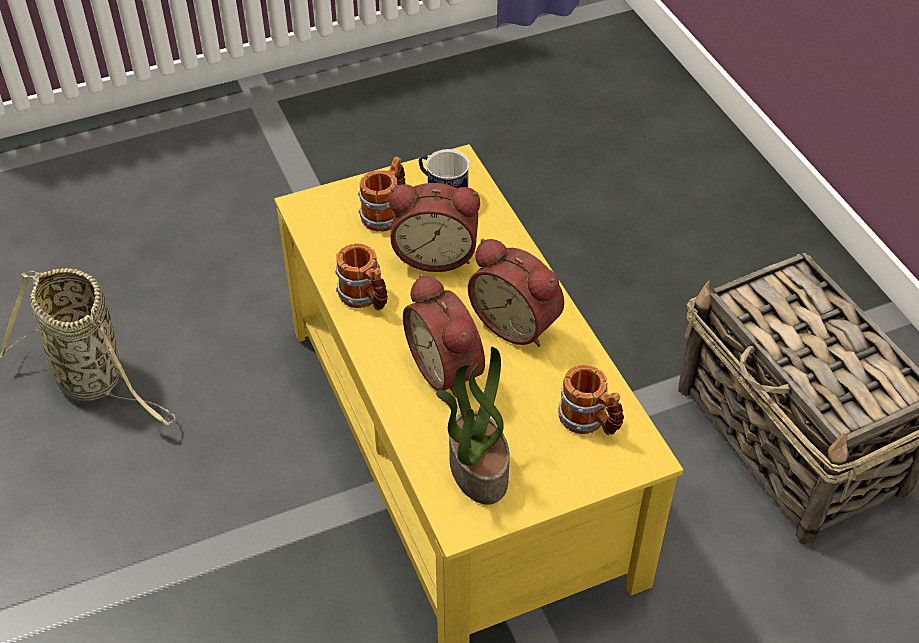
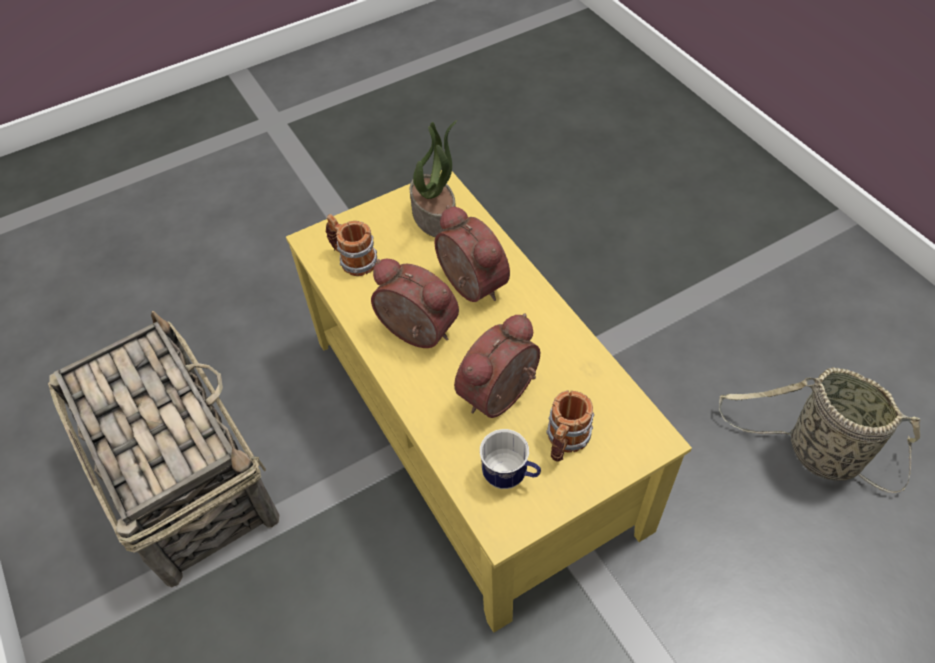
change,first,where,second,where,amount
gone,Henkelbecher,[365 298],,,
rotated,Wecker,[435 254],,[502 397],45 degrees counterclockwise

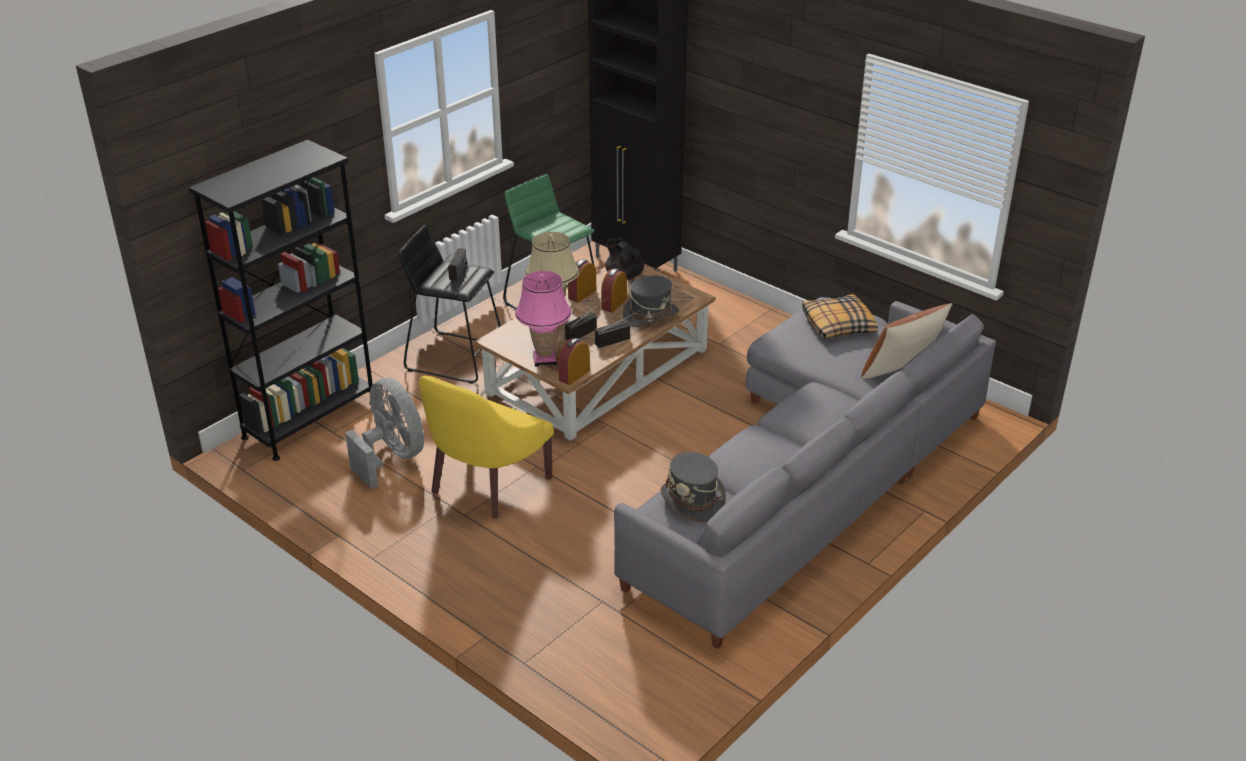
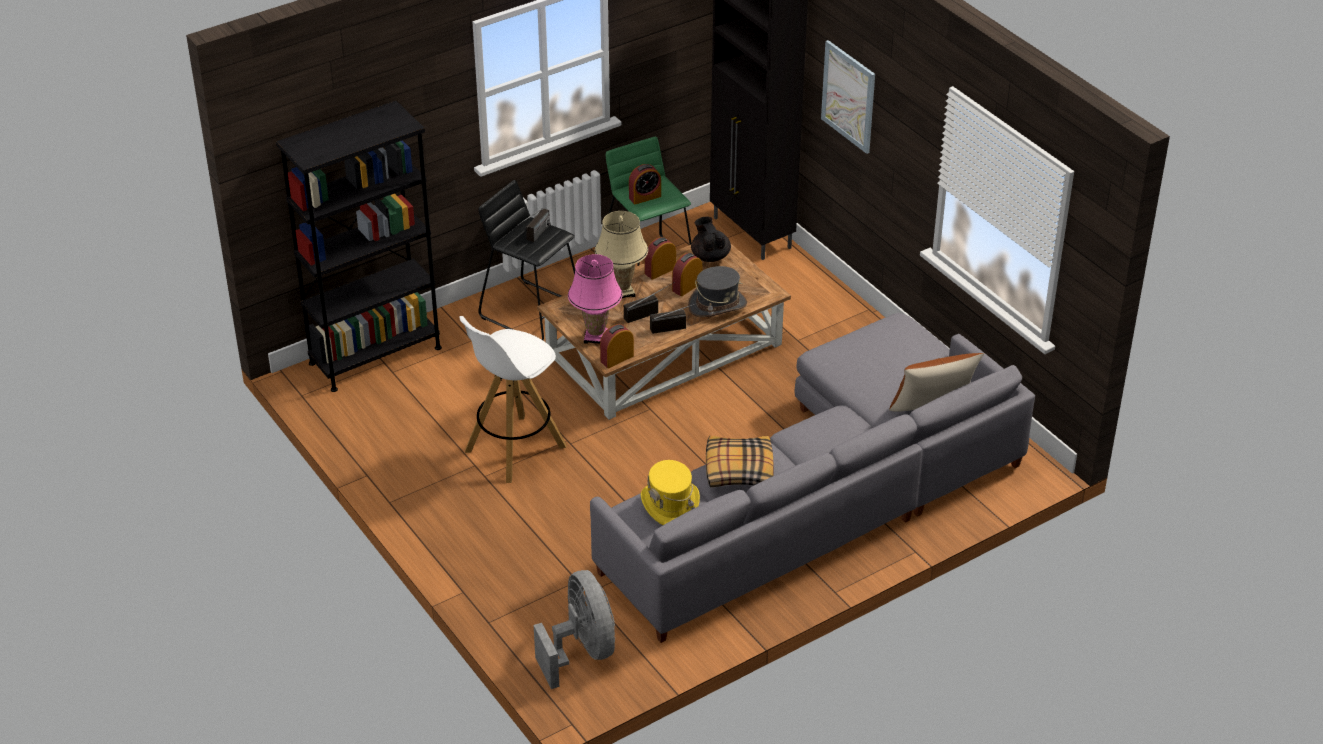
change,first,where,second,where,amount
shifted,Ventilator (grau),[392 457],,[582 651],
swapped,Sessel (gelb),[485 484],Hocker (weiß),[514 449],
repainted,Hut (grau),[693 500],Hut (gelb),[670 505],
shifted,Kissen,[837 325],,[738 469],
new,,,Wecker,[645 197],
new,,,Bild,[848 96],

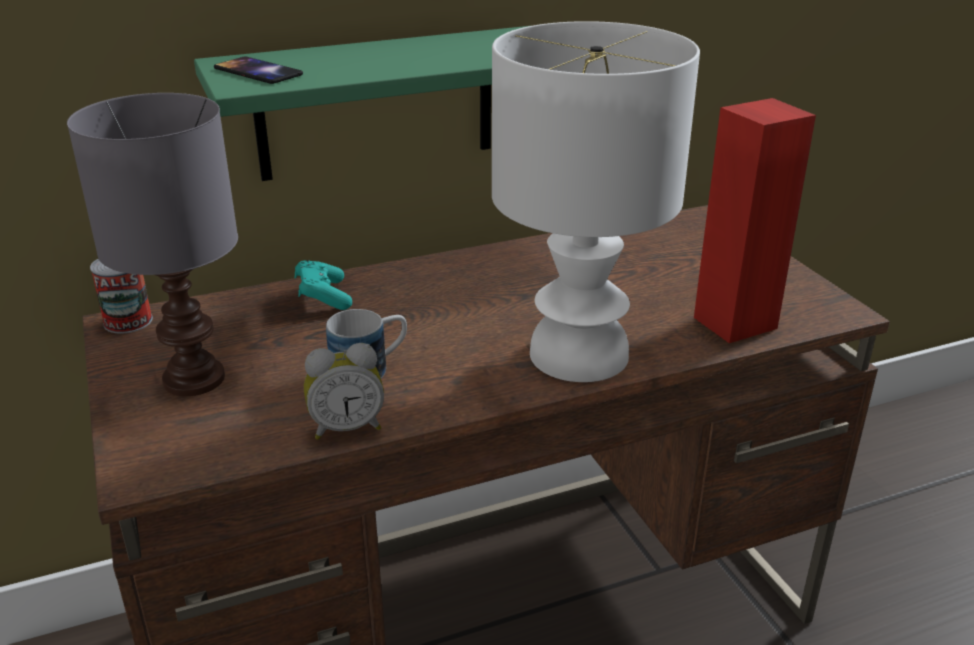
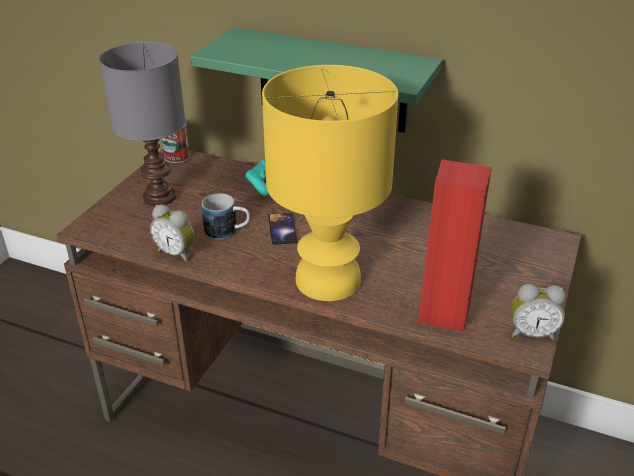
change,first,where,second,where,amount
shifted,Handy,[258 71],,[282 229],
repainted,Tischlampe (weiß),[576 354],Tischlampe (gelb),[327 279],
new,,,Wecker,[531 333],

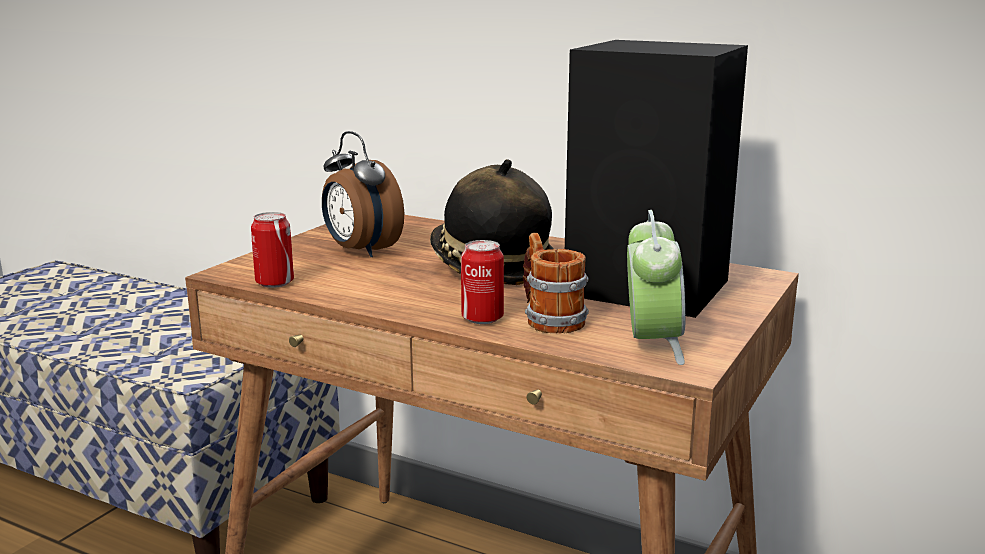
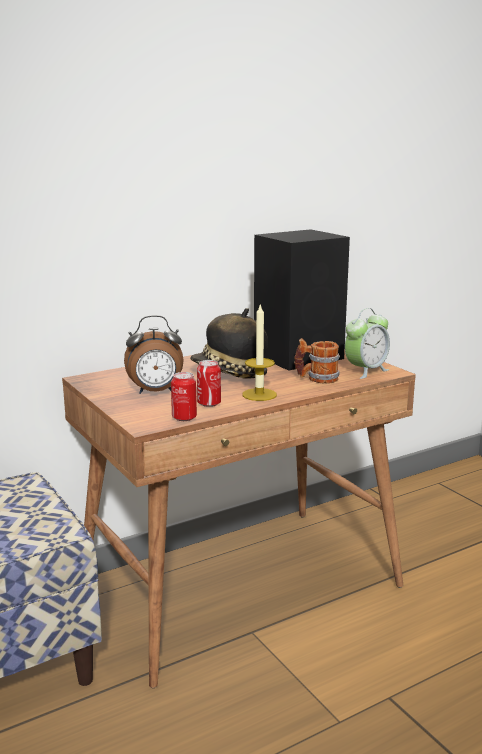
change,first,where,second,where,amount
shifted,Dose,[482 318],,[209 403],
rotated,Wecker,[652 345],,[366 371],105 degrees clockwise
new,,,Kerze,[259 394],

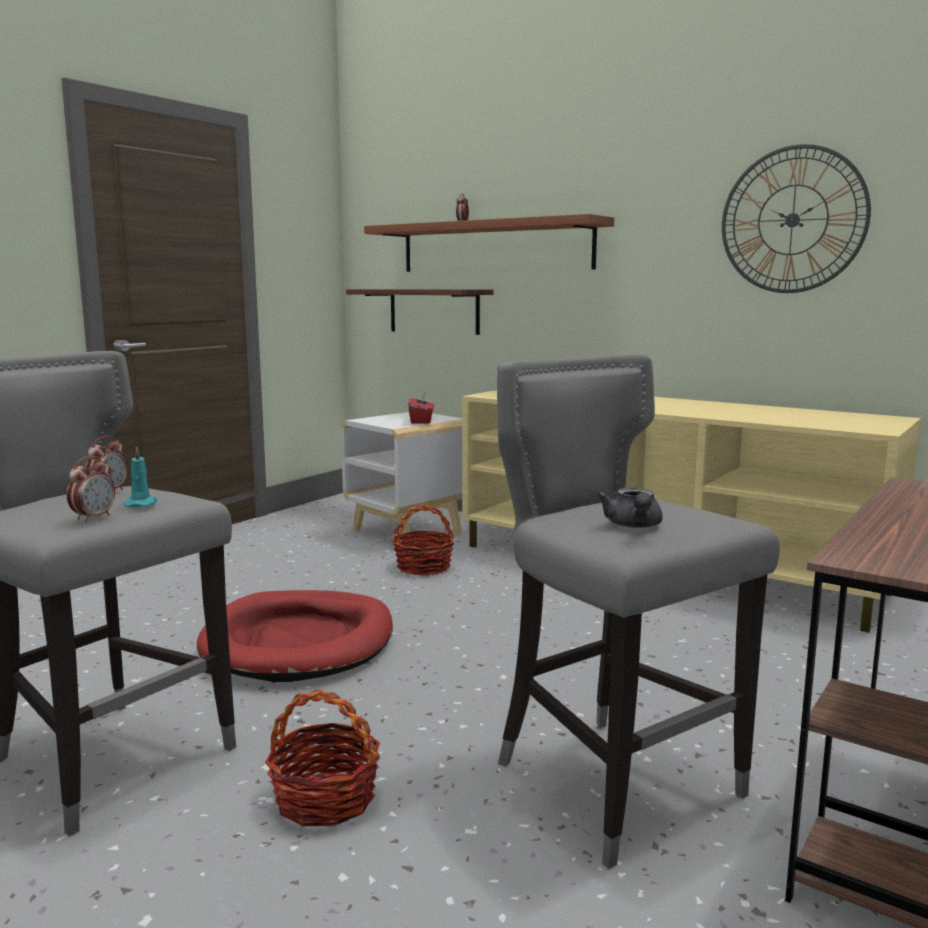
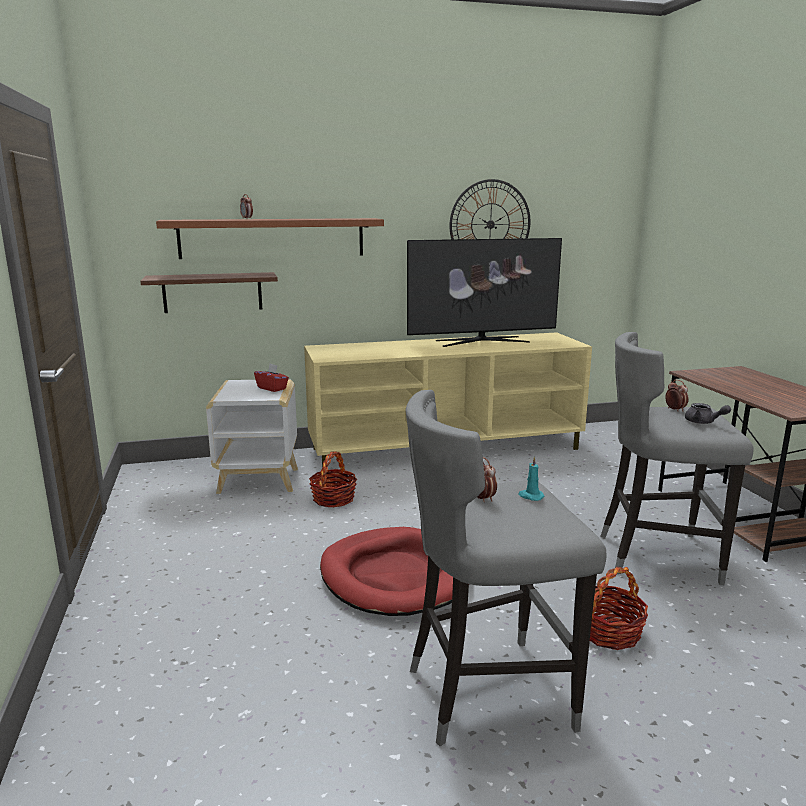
change,first,where,second,where,amount
shifted,Wecker,[94 518],,[675 410],
new,,,Fernseher,[481 341],

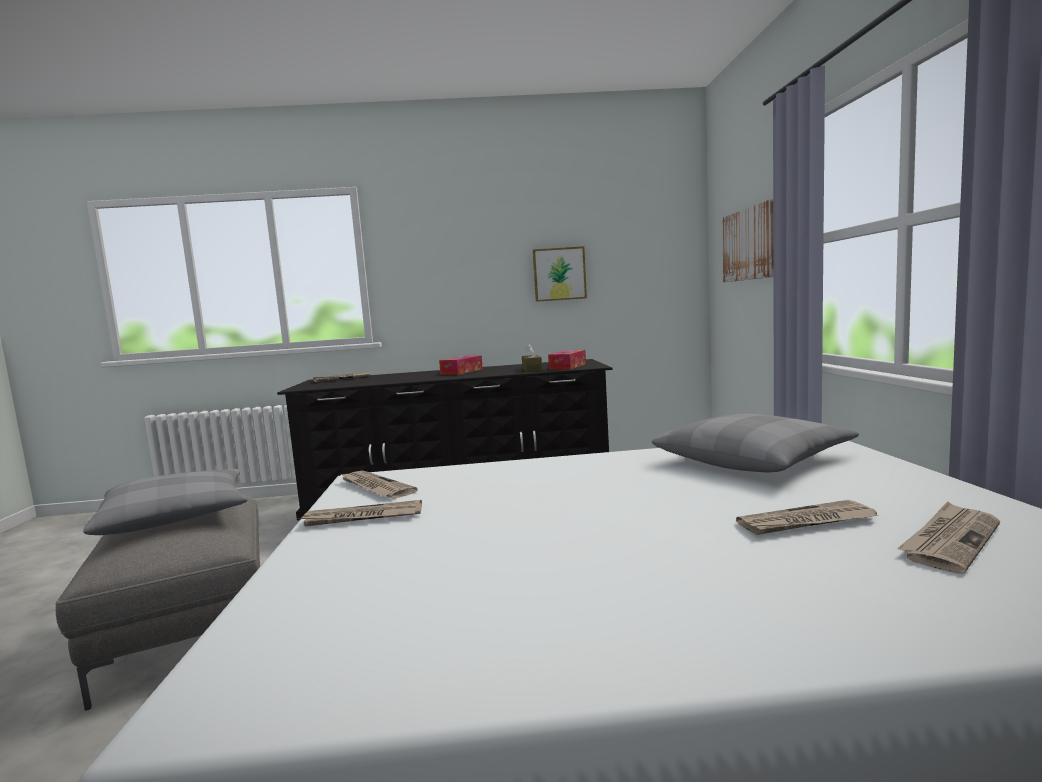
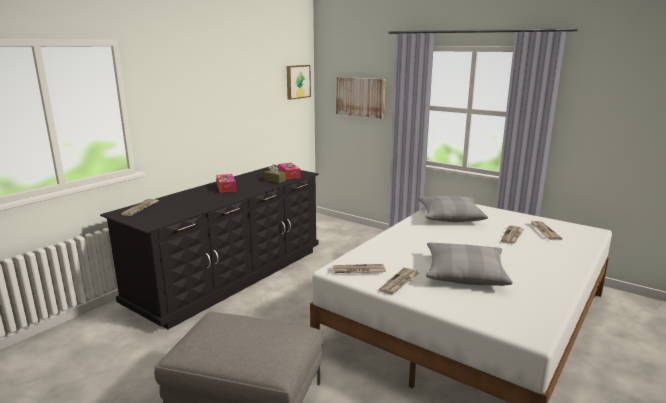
change,first,where,second,where,amount
shifted,Kissen (grau),[176 516],,[465 272],
shifted,Bild,[559 274],,[297 81],

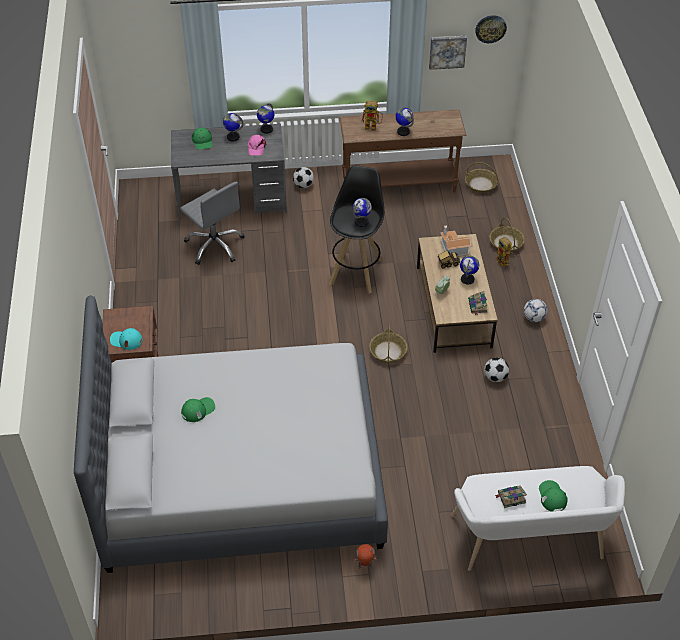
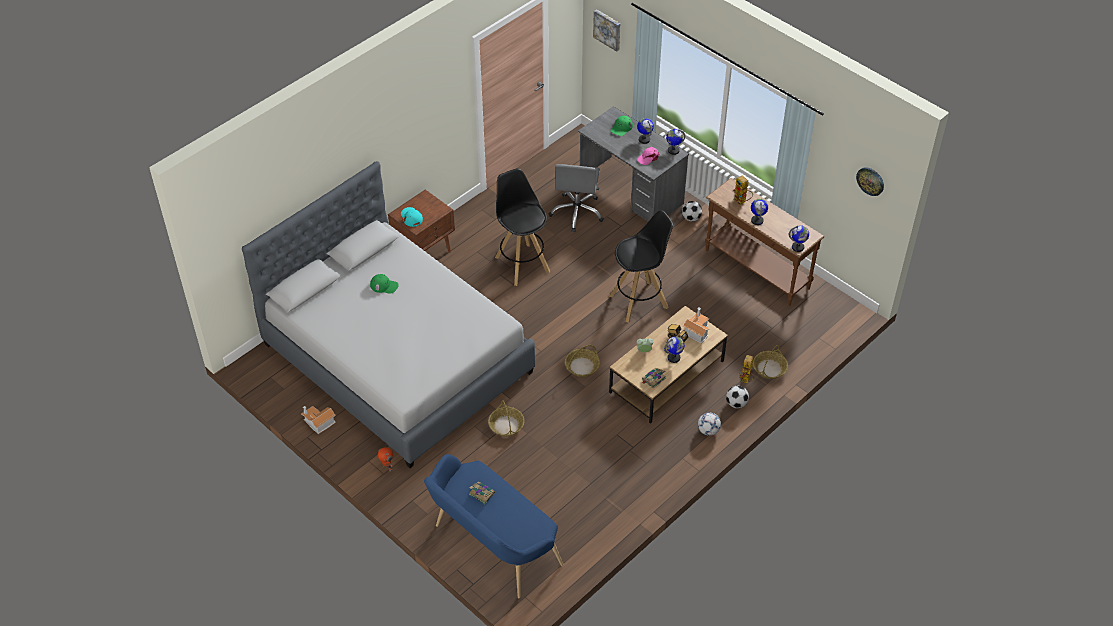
change,first,where,second,where,amount
shifted,Globus,[361 222],,[798 247],
shifted,Bild,[447 51],,[608 29],
repainted,Bank (weiß),[530 542],Bank (blau),[492 547],
shifted,Korb,[480 184],,[506 425],
shifted,Fußball,[495 377],,[736 403],
gone,Kappe (grün),[552 497],,,
new,,,Spielzeughaus,[318 422],
new,,,Hocker (schwarz),[522 263],

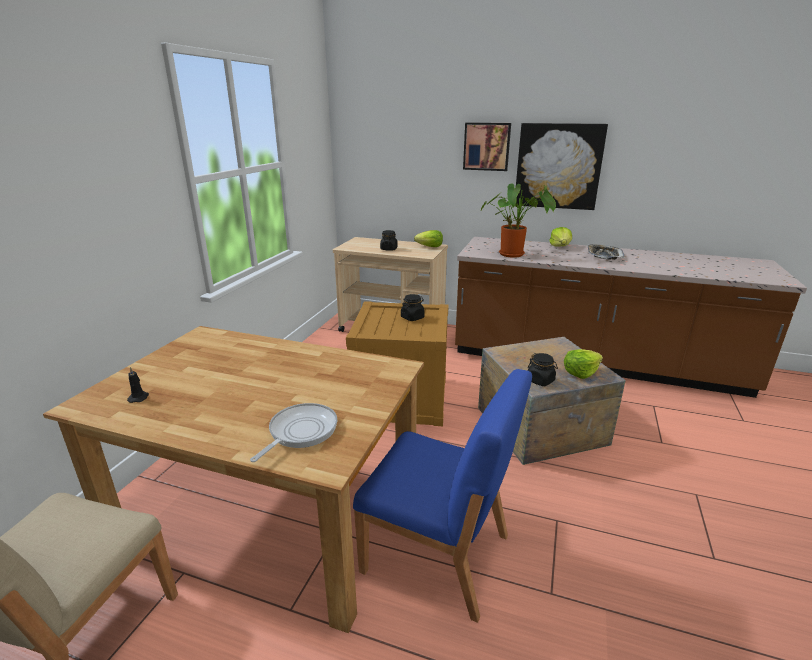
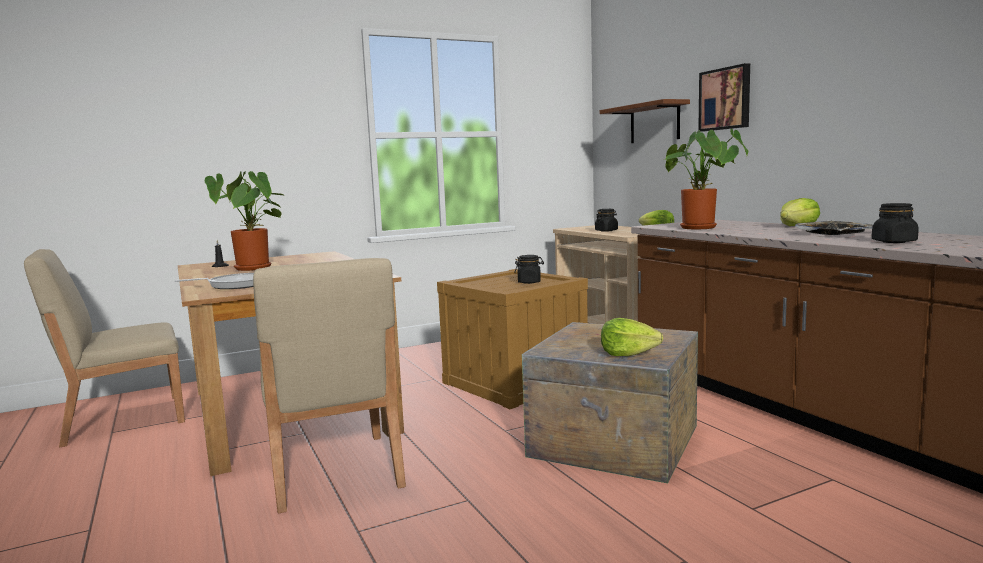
change,first,where,second,where,amount
repainted,Stuhl (blau),[438 554],Stuhl (beige),[334 471],
gone,Bild,[558 166],,,
shifted,Vorratsglas (schwarz),[540 381],,[894 242],
new,,,Topfpflanze,[255 268],
new,,,Wandregal (braun),[654 123],

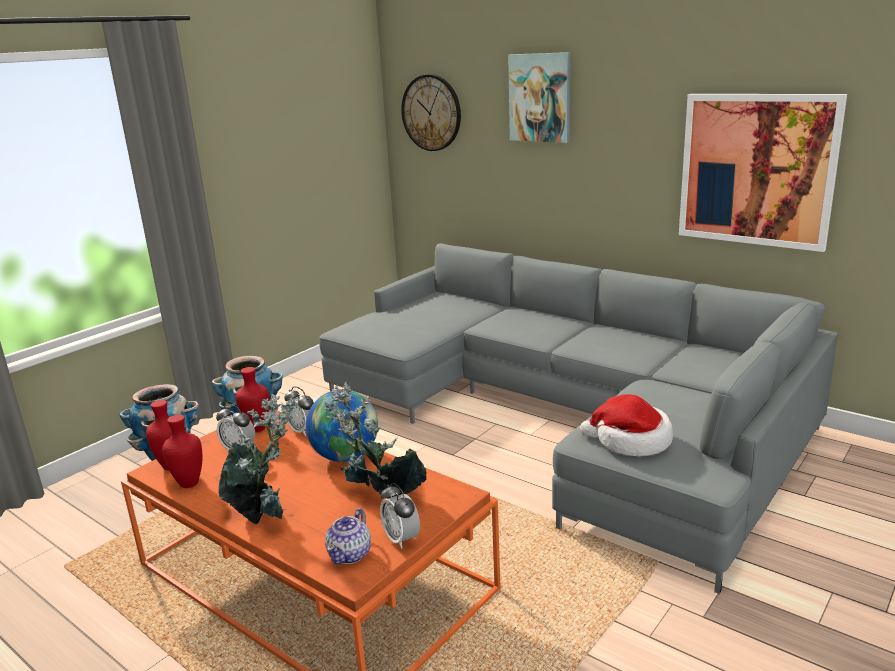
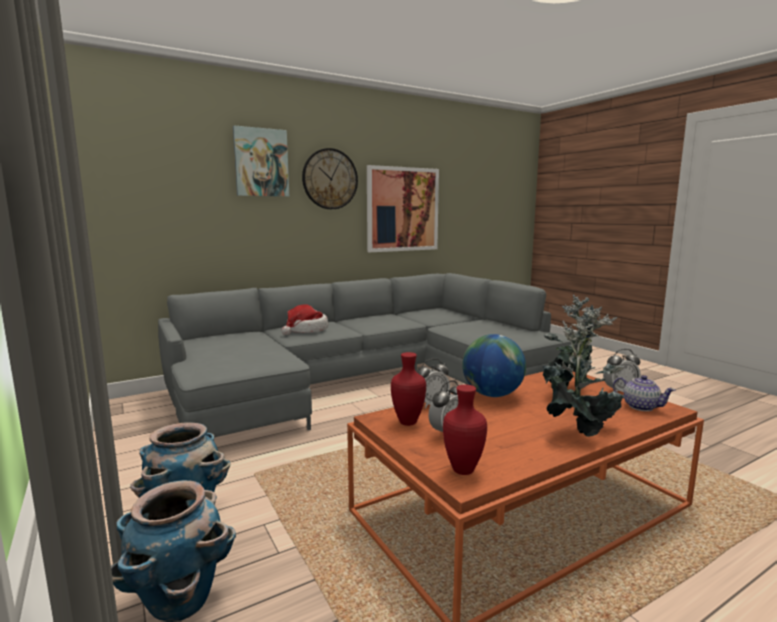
change,first,where,second,where,amount
gone,Vase (rot),[188 484],,,
shifted,Wanduhr,[431 113],,[330 179],
shifted,Hut,[631 441],,[306 330],

